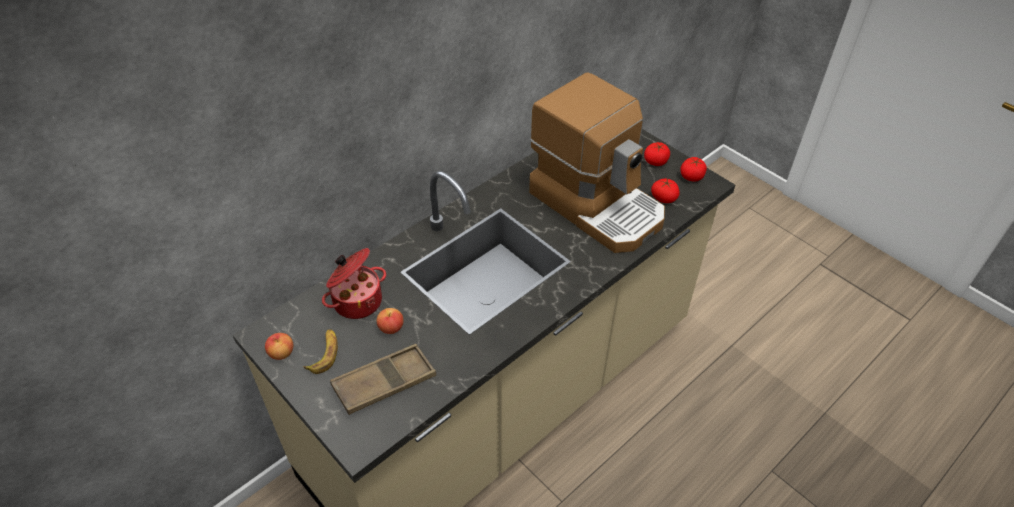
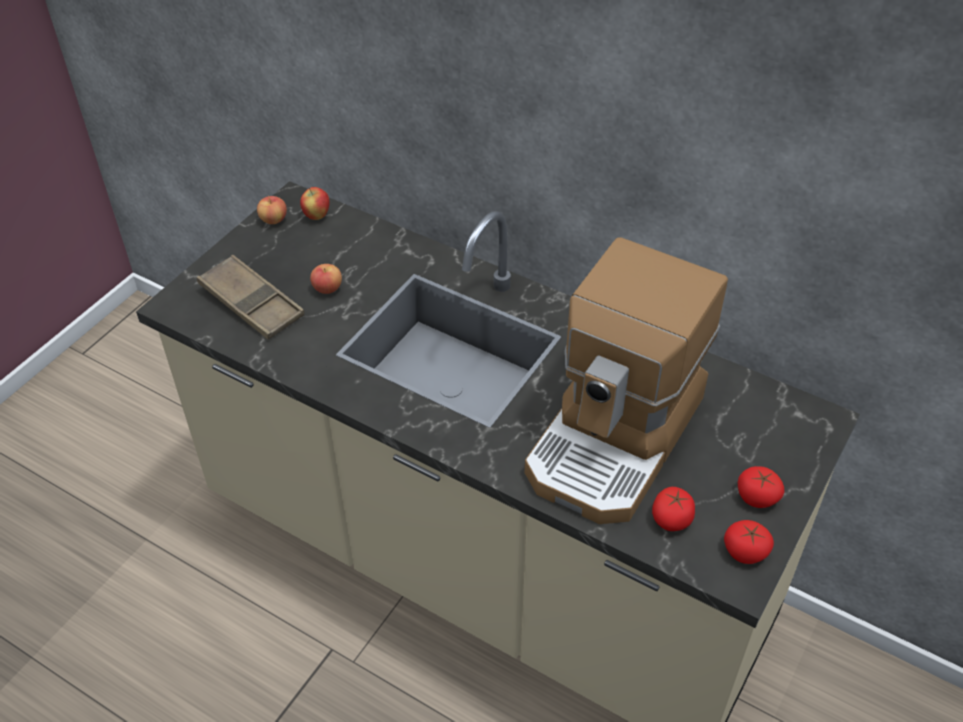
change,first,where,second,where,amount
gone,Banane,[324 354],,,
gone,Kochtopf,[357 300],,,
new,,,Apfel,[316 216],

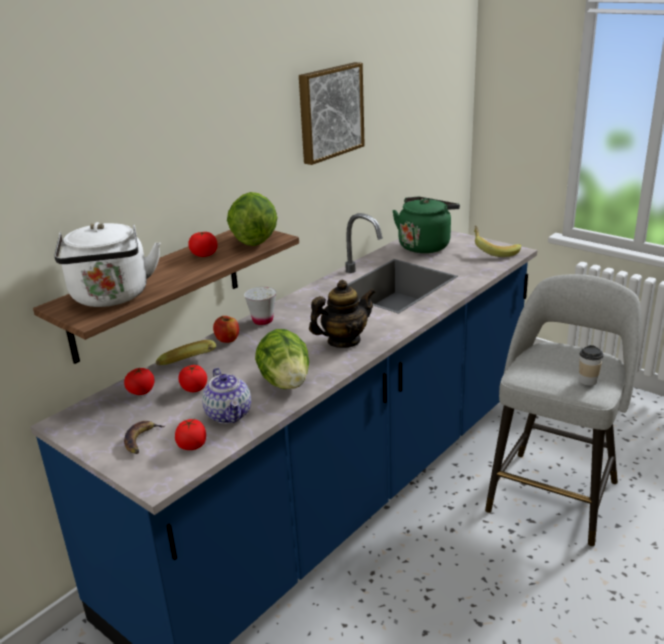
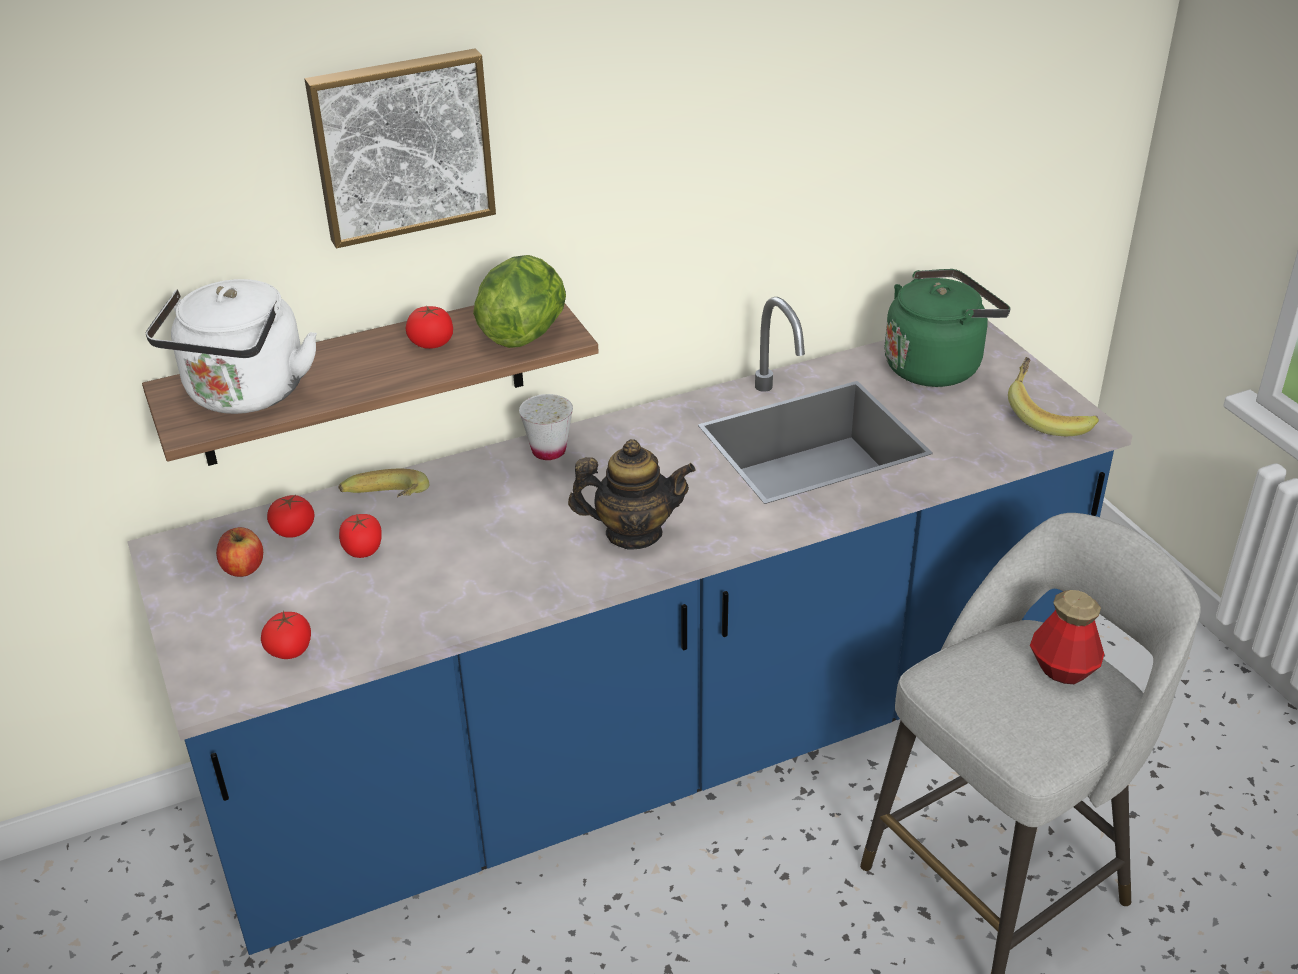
change,first,where,second,where,amount
gone,Banane,[141 440],,,
gone,Teekanne,[229 414],,,
shifted,Apfel,[227 339],,[243 568],
gone,Salatkopf,[285 382],,,
shifted,Bild,[329 112],,[401 145],
gone,Tasse,[587 381],,,
new,,,Flasche,[1062 669],

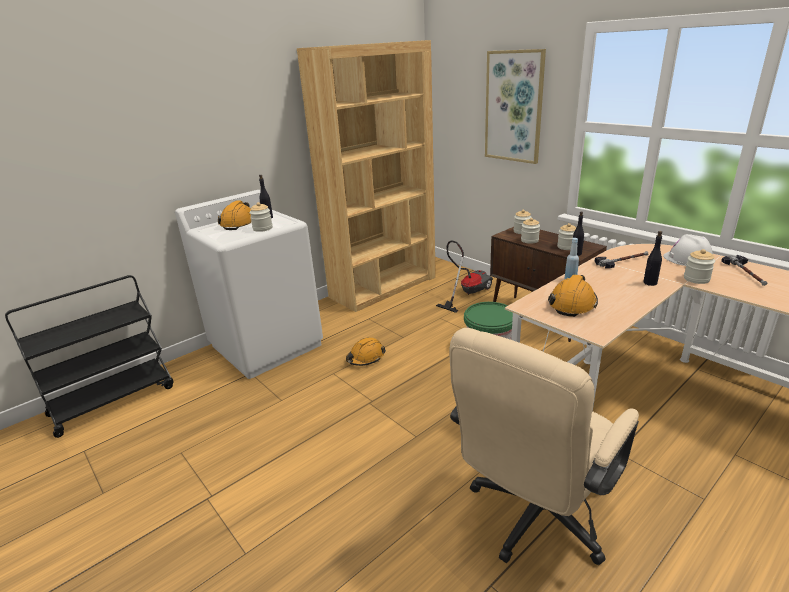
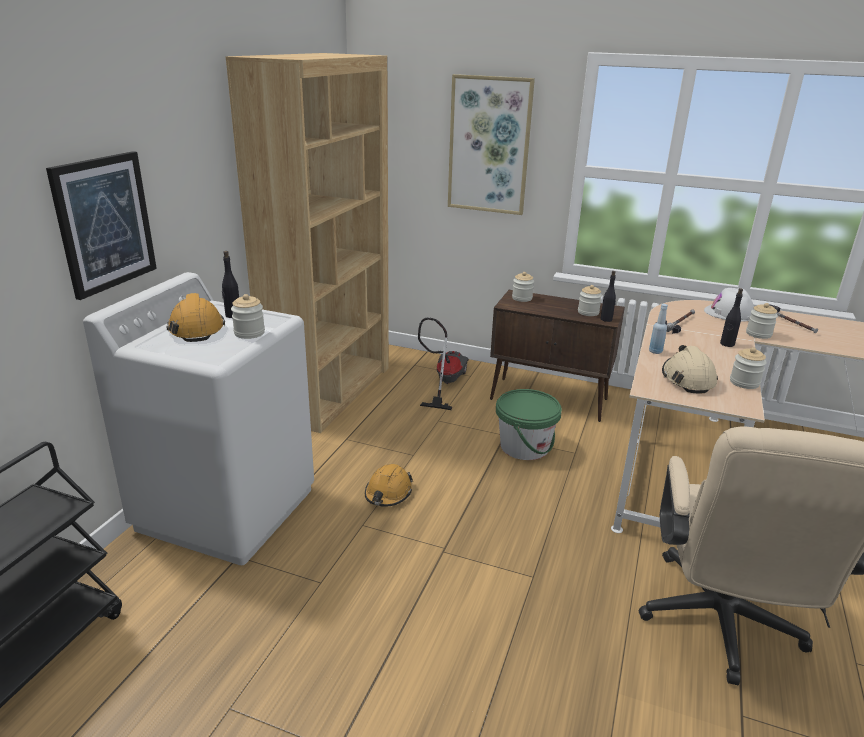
change,first,where,second,where,amount
shifted,Vorratsglas,[529 240],,[744 382],
repainted,Schutzhelm (orange),[572 304],Schutzhelm (beige),[687 379],
new,,,Bild,[104 223],

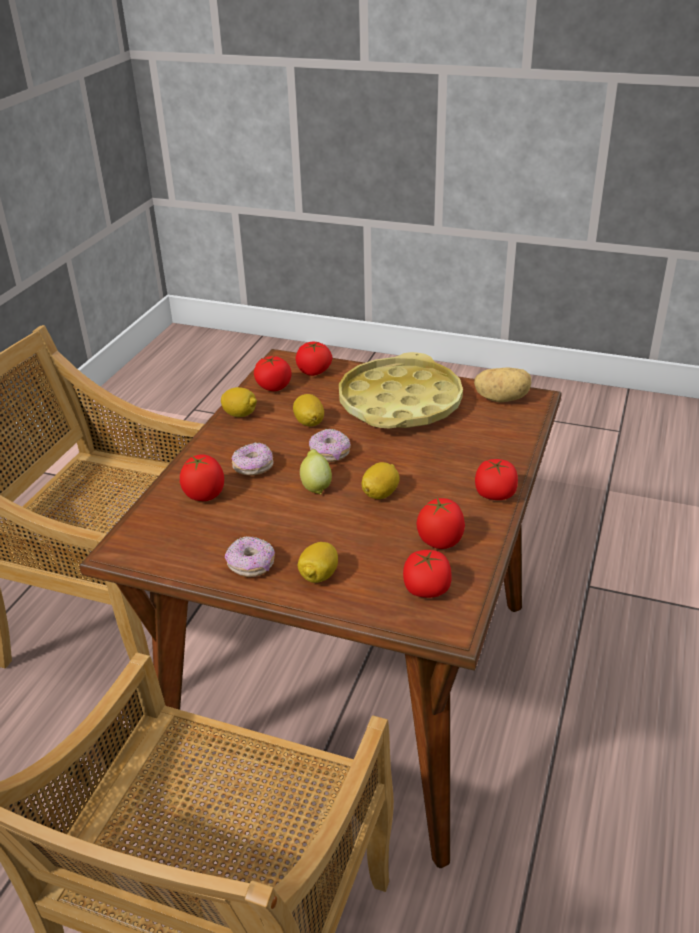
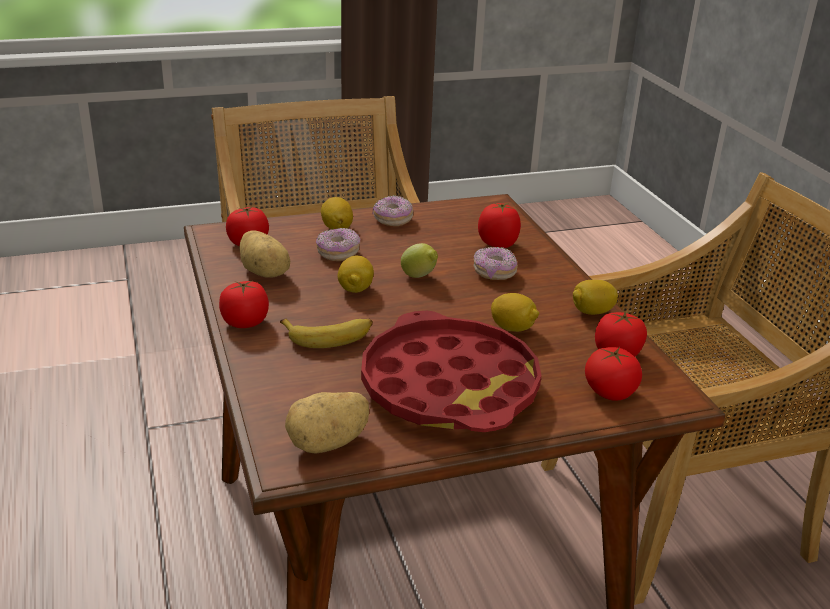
change,first,where,second,where,amount
shifted,Donut,[330 453],,[338 253],
repainted,Tablett (gelb),[400 403],Tablett (rot),[449 386],
swapped,Tomate,[440 541],Kartoffel,[265 272],
new,,,Banane,[329 336],

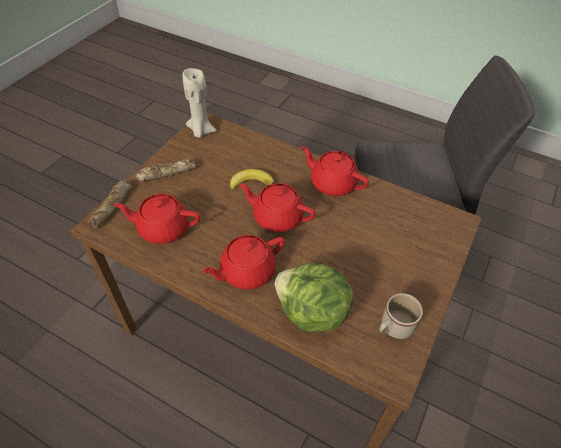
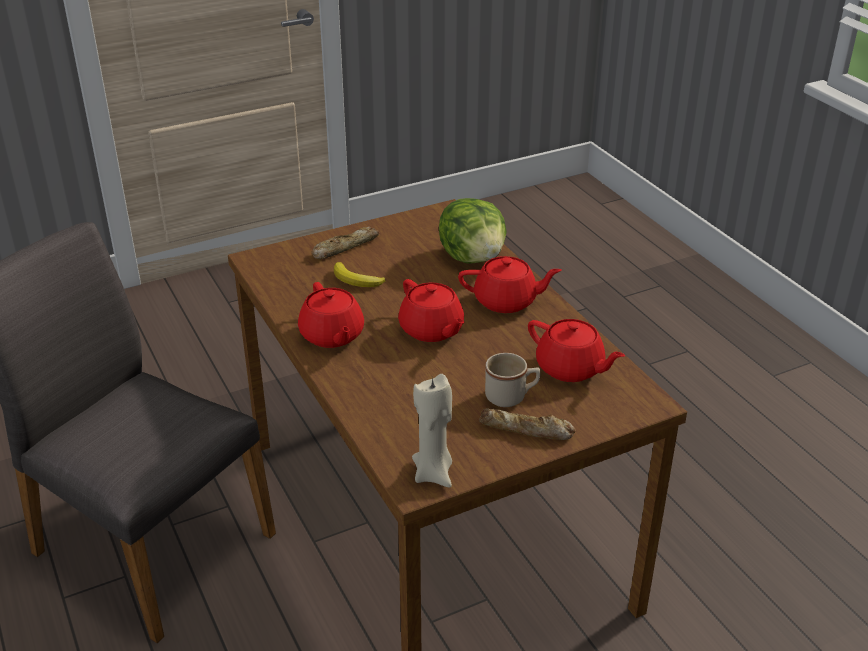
change,first,where,second,where,amount
shifted,Brot,[112 206],,[344 247],
shifted,Banane,[251 182],,[356 280],
shifted,Henkelbecher (beige),[393 328],,[511 397],

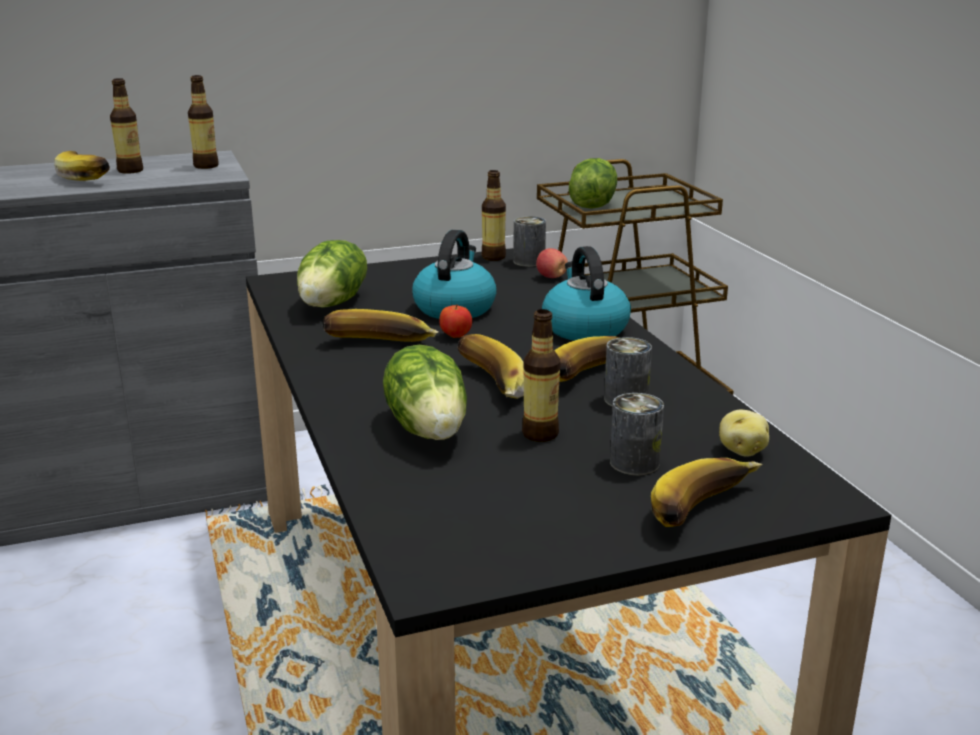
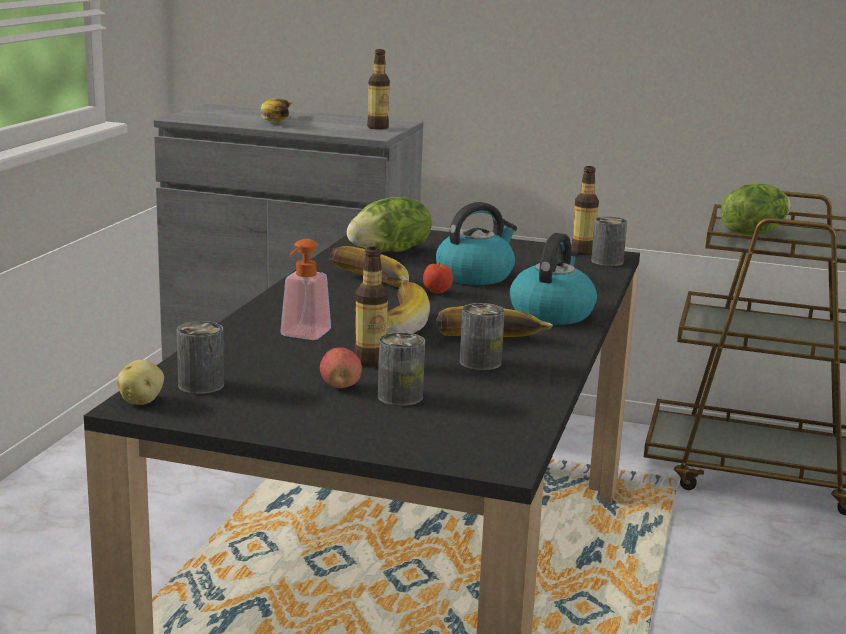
change,first,where,second,where,amount
gone,Flasche,[130 170],,,
swapped,Salatkopf,[429 428],Seifenspender,[302 336],
shifted,Apfel,[551 277],,[340 386],
gone,Banane,[707 513],,,
shifted,Kartoffel,[742 451],,[142 401],
new,,,Dose,[201 385],

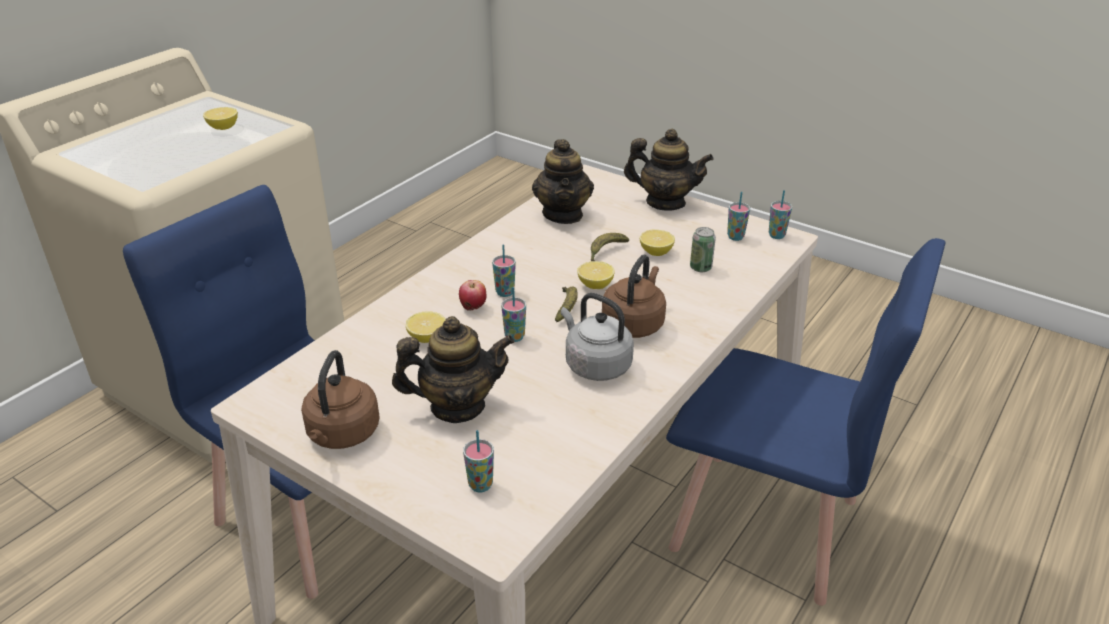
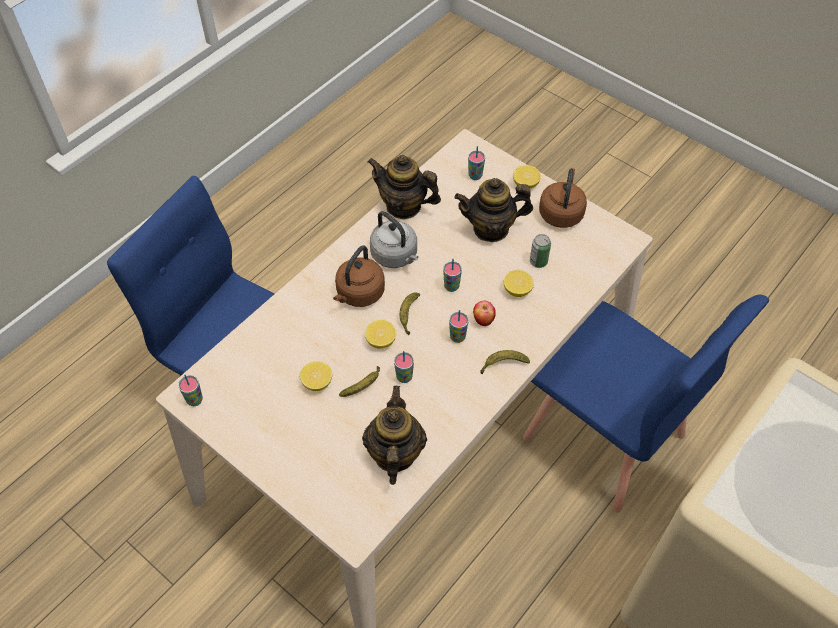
change,first,where,second,where,amount
shifted,Zitrone,[223 128],,[525 184],
shifted,Teekanne,[665 202],,[404 206],
shifted,Dose,[700 268],,[538 262],
shifted,Tasse,[735 237],,[404 377],
new,,,Banane,[503 364],

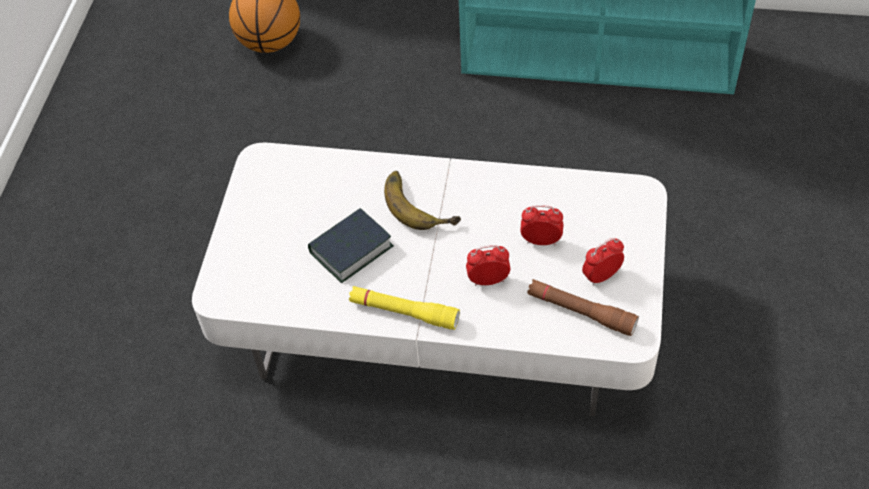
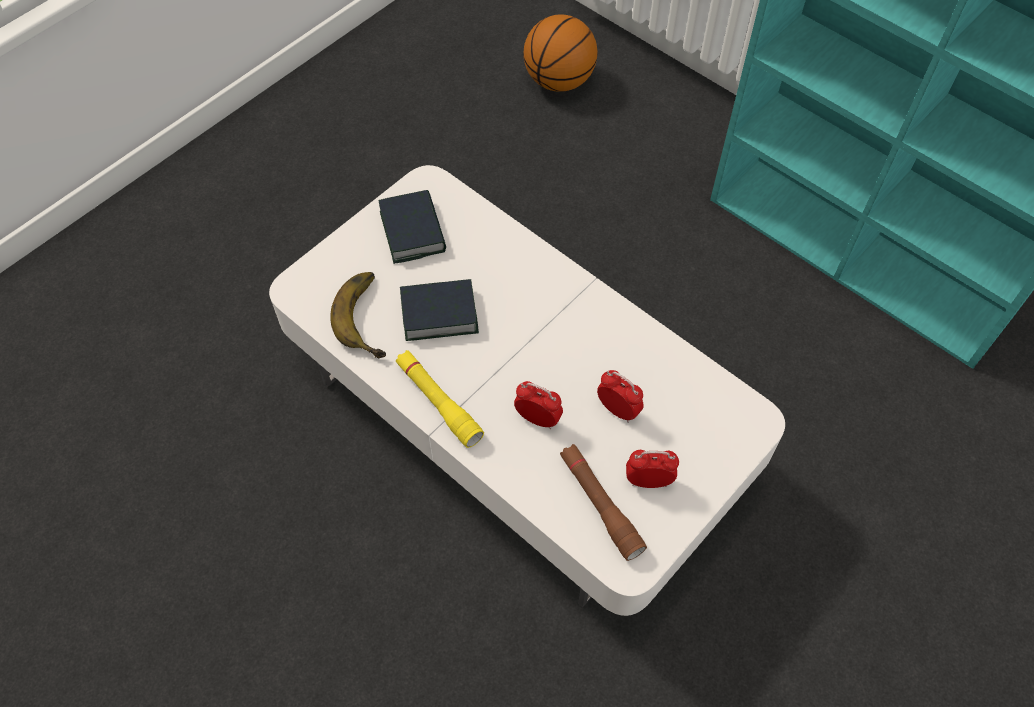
change,first,where,second,where,amount
shifted,Banane,[421 202],,[370 317],
new,,,Buch,[413 231],

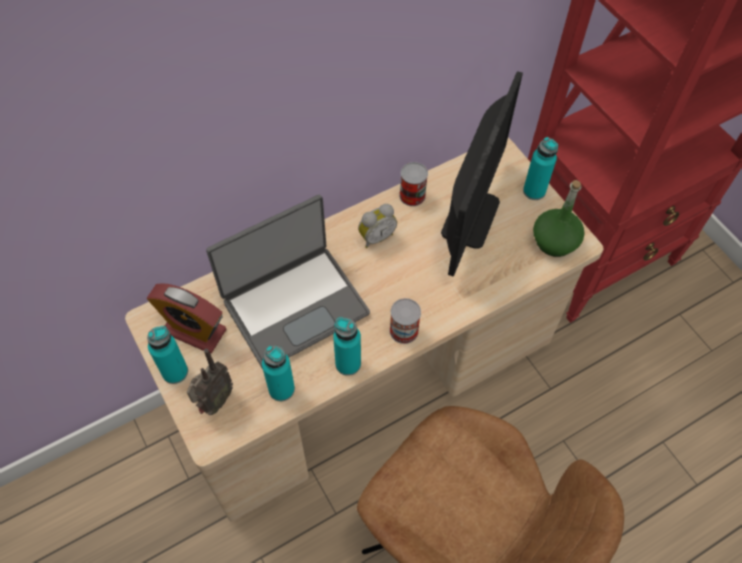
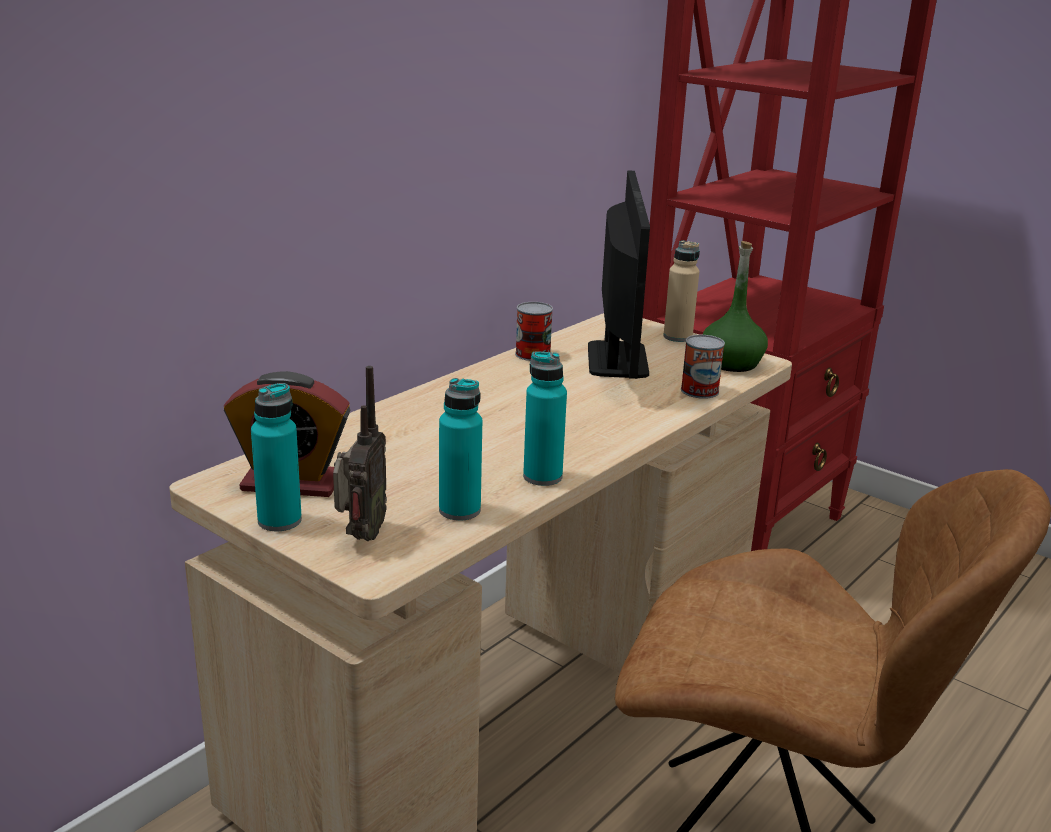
change,first,where,second,where,amount
gone,Laptop,[294 305],,,
gone,Wecker,[376 237],,,
shifted,Dose,[404 330],,[699 391],
repainted,Flasche (türkis),[534 191],Flasche (beige),[677 337],

